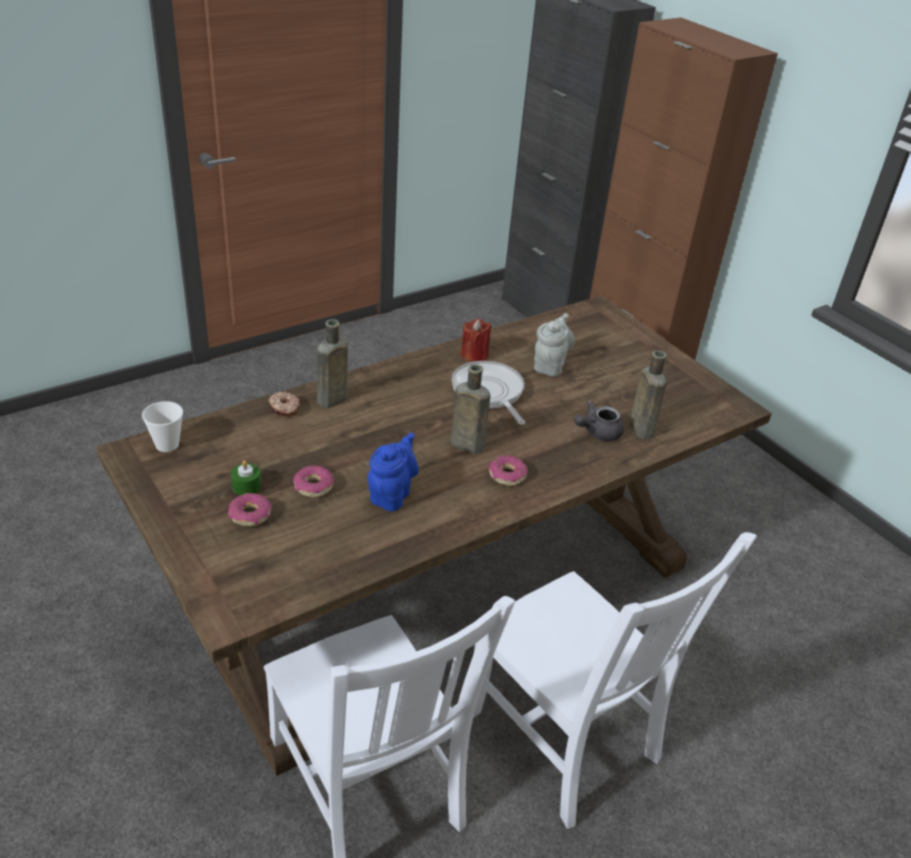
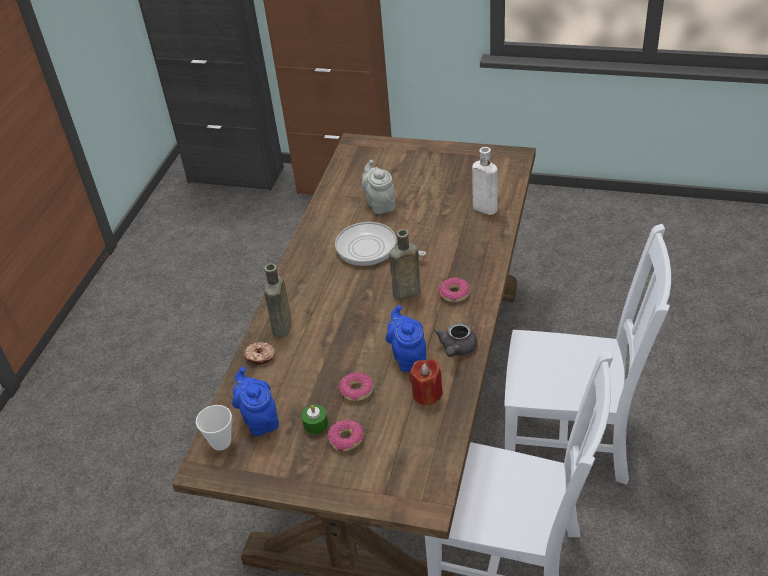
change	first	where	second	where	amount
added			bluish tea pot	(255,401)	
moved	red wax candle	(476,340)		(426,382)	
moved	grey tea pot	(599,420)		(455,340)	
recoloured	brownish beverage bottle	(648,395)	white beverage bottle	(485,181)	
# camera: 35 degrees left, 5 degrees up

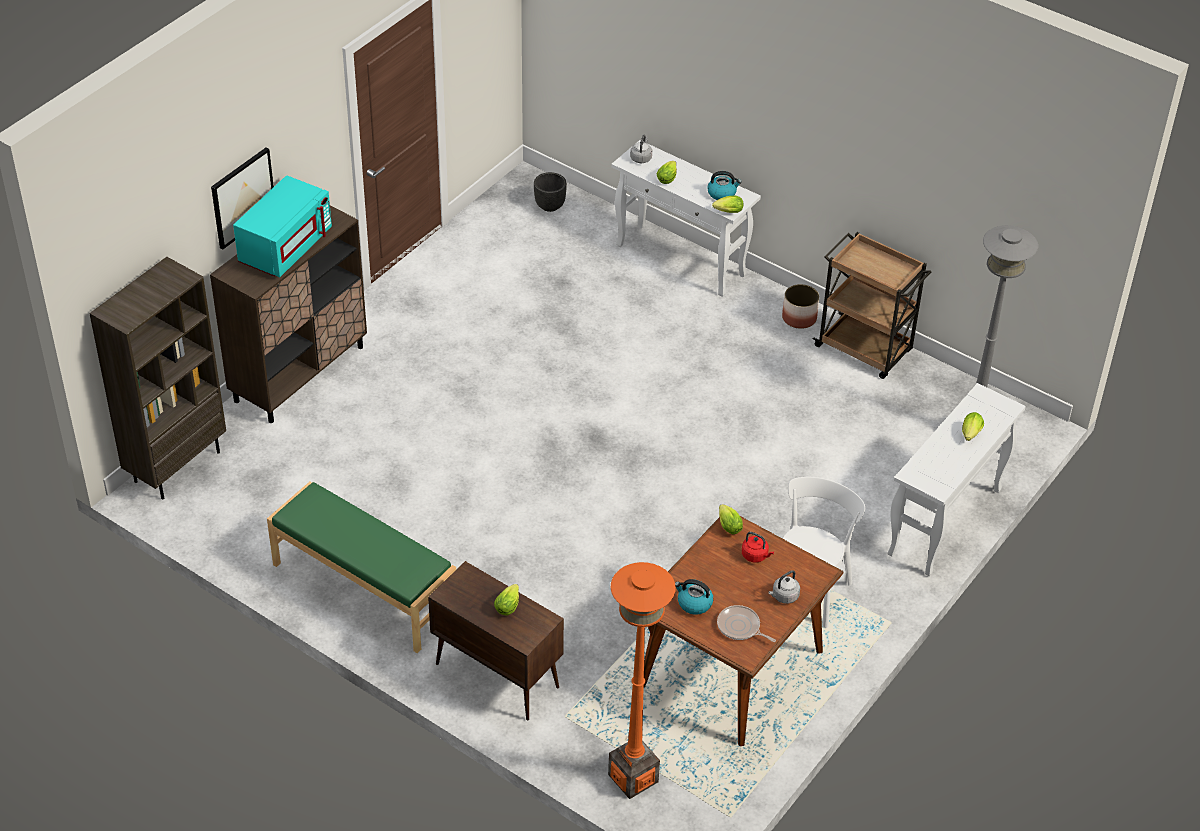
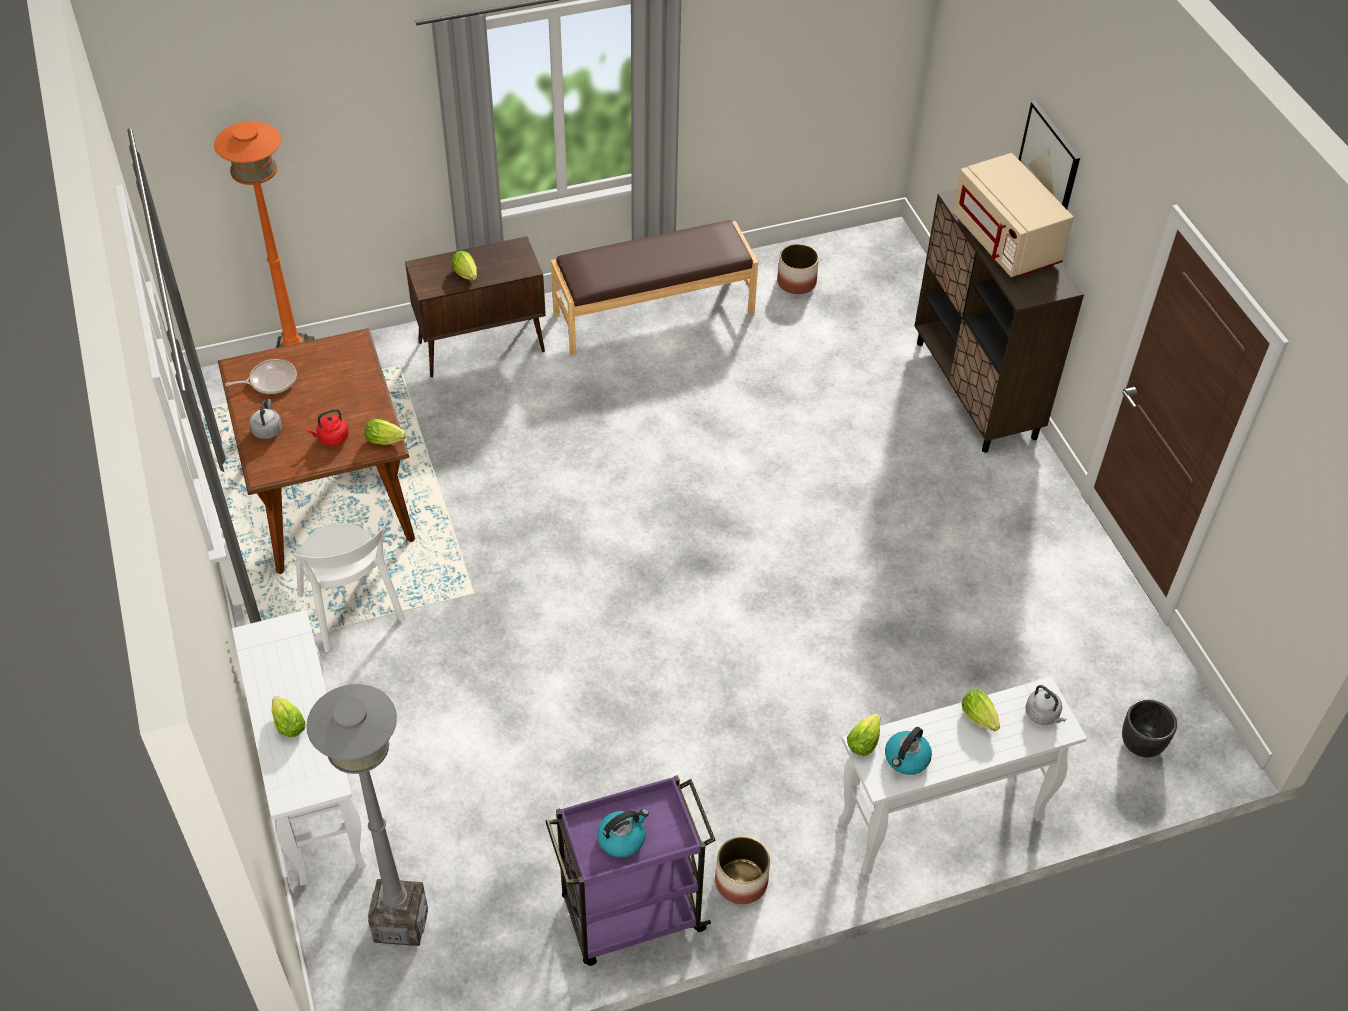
change	first	where	second	where	amount
recoloured	brownish cart	(872,305)	purple cart	(630,870)	
recoloured	green-coloured indoor bench	(361,567)	brownish indoor bench	(654,288)	
moved	tea kettle	(694,597)		(623,833)	
added			flower pot	(798,269)	
recoloured	turquoise-coloured kitchen microwave	(282,226)	sand-coloured kitchen microwave	(1012,215)	
removed	brownish bookshelf	(157,378)			
# camera: 125 degrees right, 5 degrees up

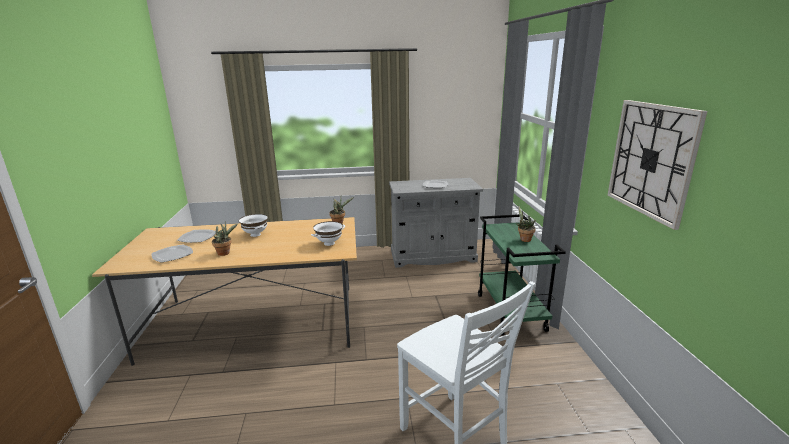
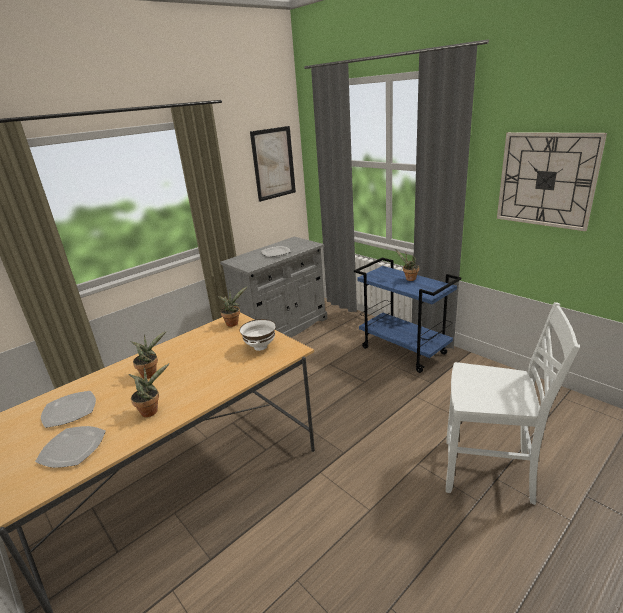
change	first	where	second	where	amount
replaced	white serving bowl	(253,225)	potted plant	(148,355)	
added			wall art	(273,164)	
recoloured	green-coloured cart	(522,275)	bluish cart	(407,315)	
# camera: 35 degrees left, 5 degrees up

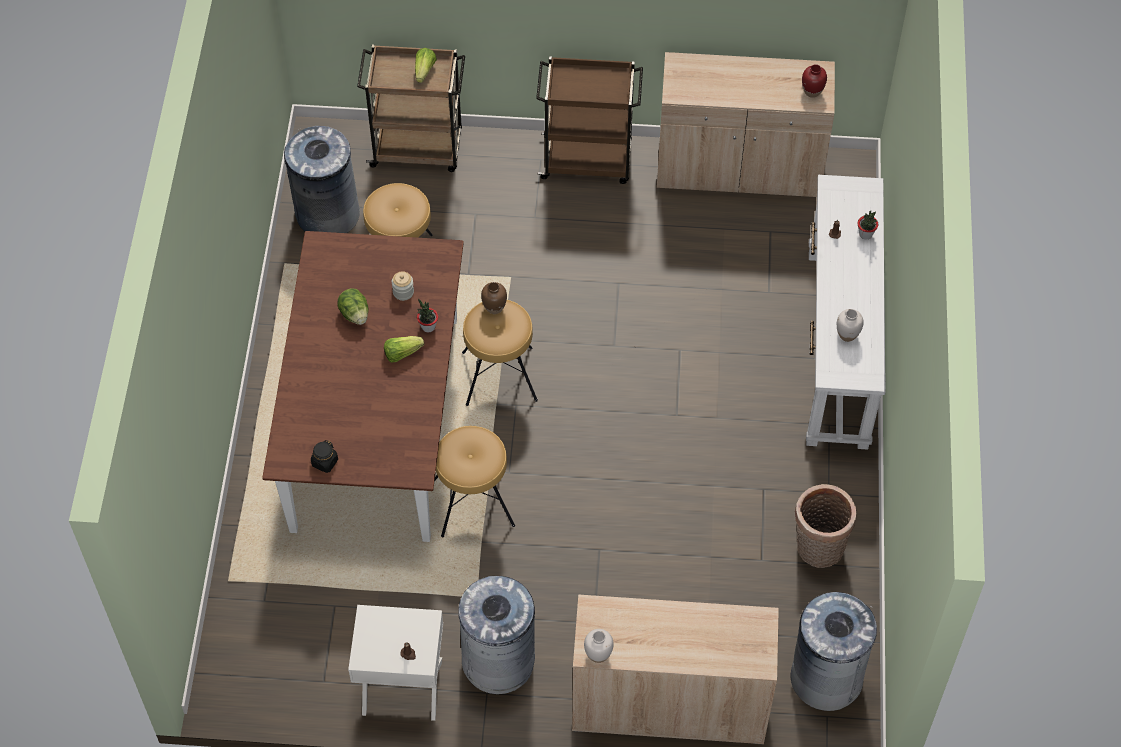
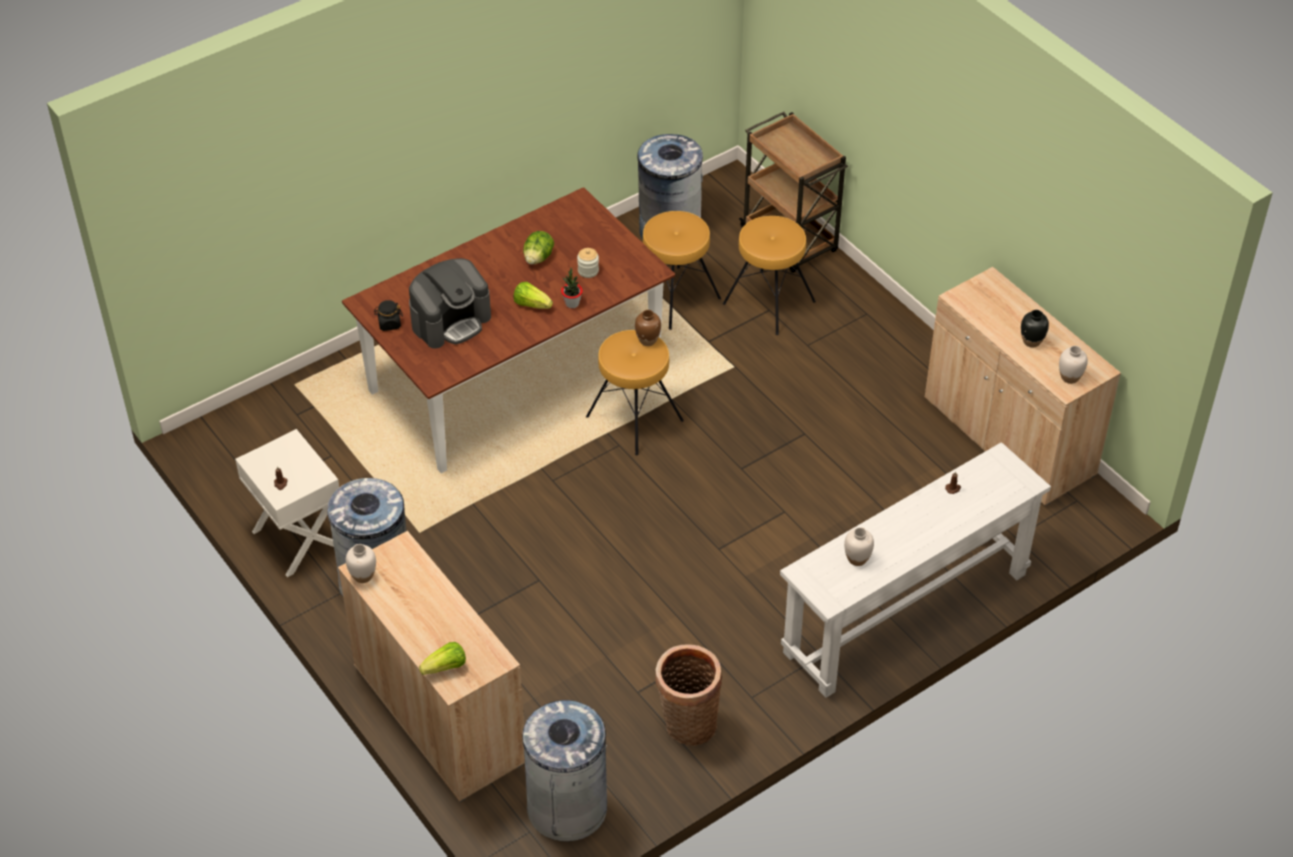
change	first	where	second	where	amount
added			coffee machine	(450,303)	
moved	lettuce head	(426,65)		(442,658)	
moved	brownish sitting stool	(475,481)		(769,275)	
added			blackish flower vase	(1035,329)	
recoloured	red flower vase	(814,81)	white flower vase	(1073,365)	
removed	brownish cart	(589,120)			
removed	potted plant	(868,225)			
# camera: 50 degrees right, 10 degrees down

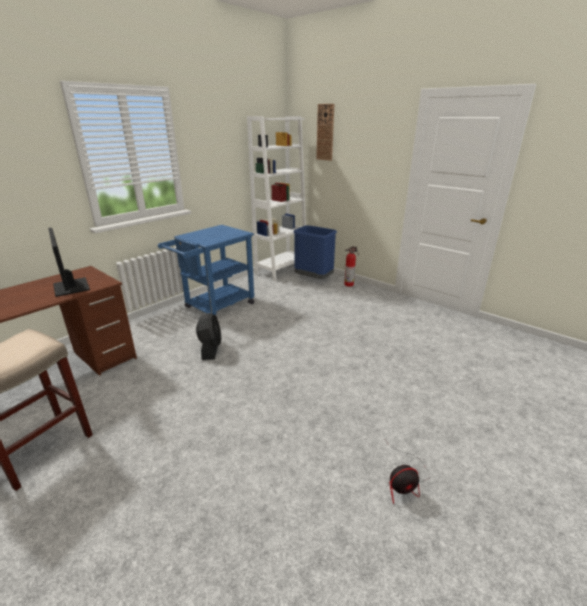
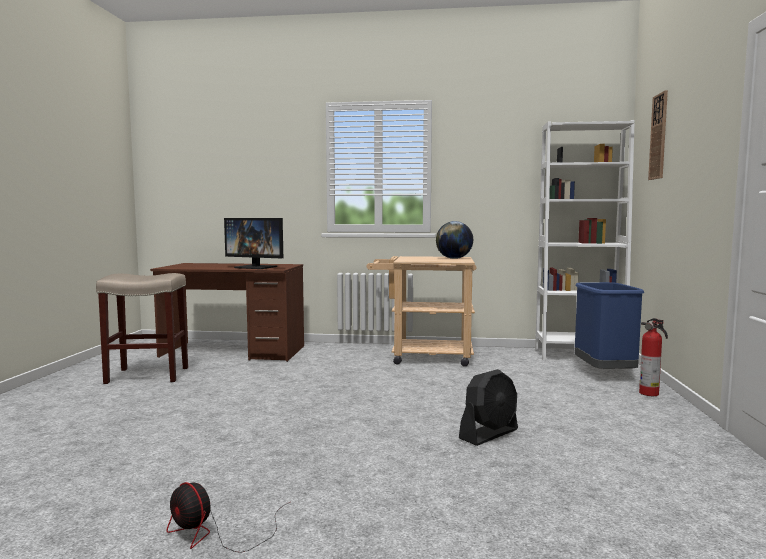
change	first	where	second	where	amount
turned	computer display	(69,262)		(253,243)	90 degrees counterclockwise
recoloured	bluish cart	(206,271)	sand-coloured cart	(421,311)	
added			desk globe	(454,240)	
moved	blackish cooling fan	(209,336)		(488,407)	
# camera: 55 degrees right, 20 degrees down

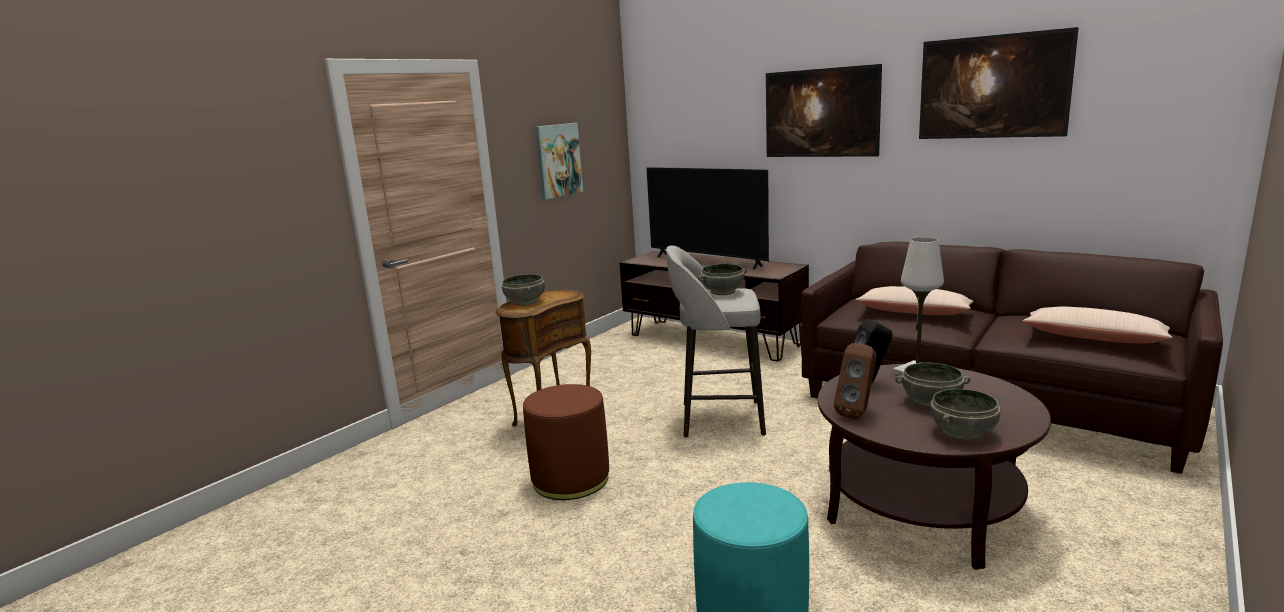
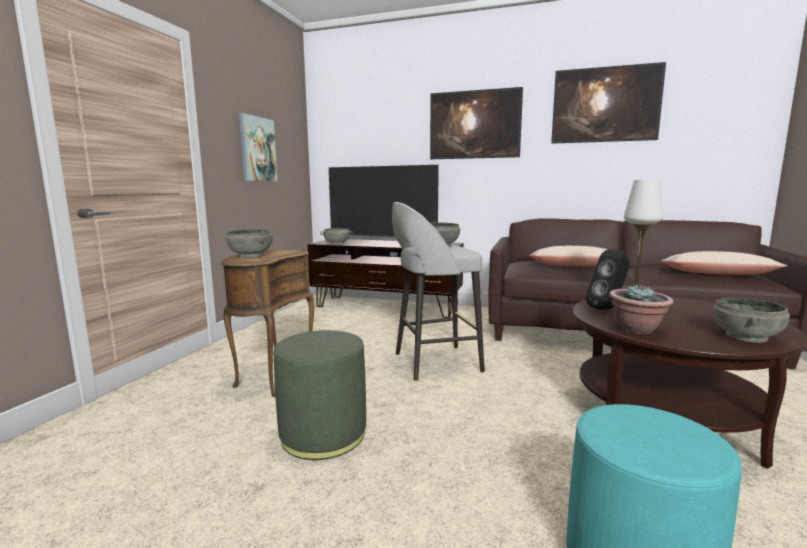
change	first	where	second	where	amount
recoloured	brownish pouffe	(566,442)	green-coloured pouffe	(320,395)	
moved	grey serving bowl	(932,385)		(336,236)	
replaced	brownish speaker	(855,381)	potted plant	(641,309)	
# camera: 20 degrees left, 5 degrees down

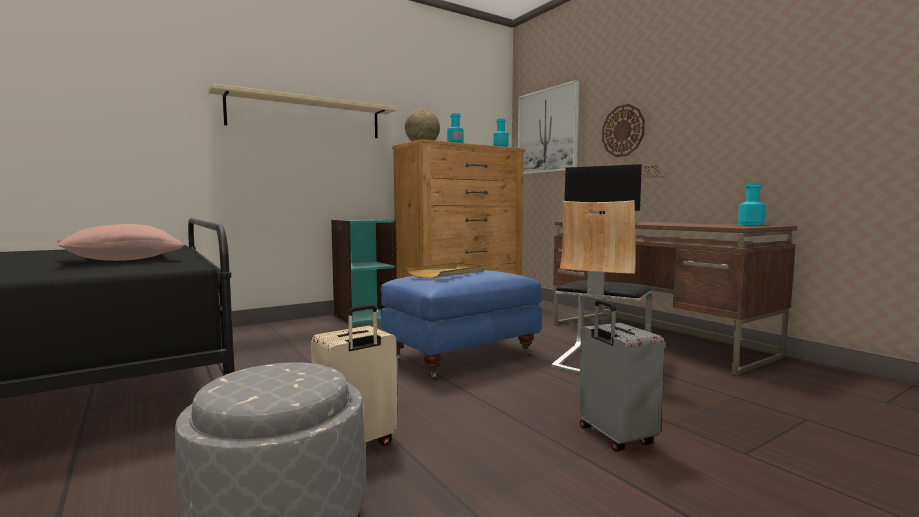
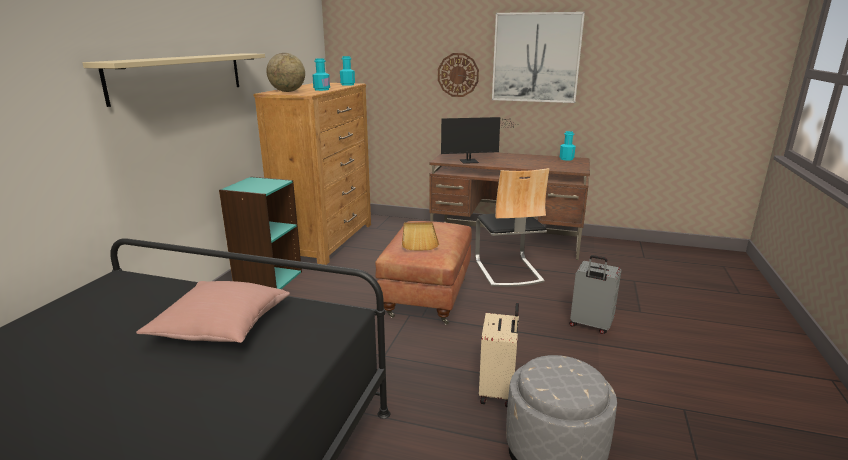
change	first	where	second	where	amount
recoloured	bluish pouffe	(461,324)	brownish pouffe	(423,273)	
moved	wall art	(548,127)		(538,57)	
# camera: 40 degrees left, 15 degrees up

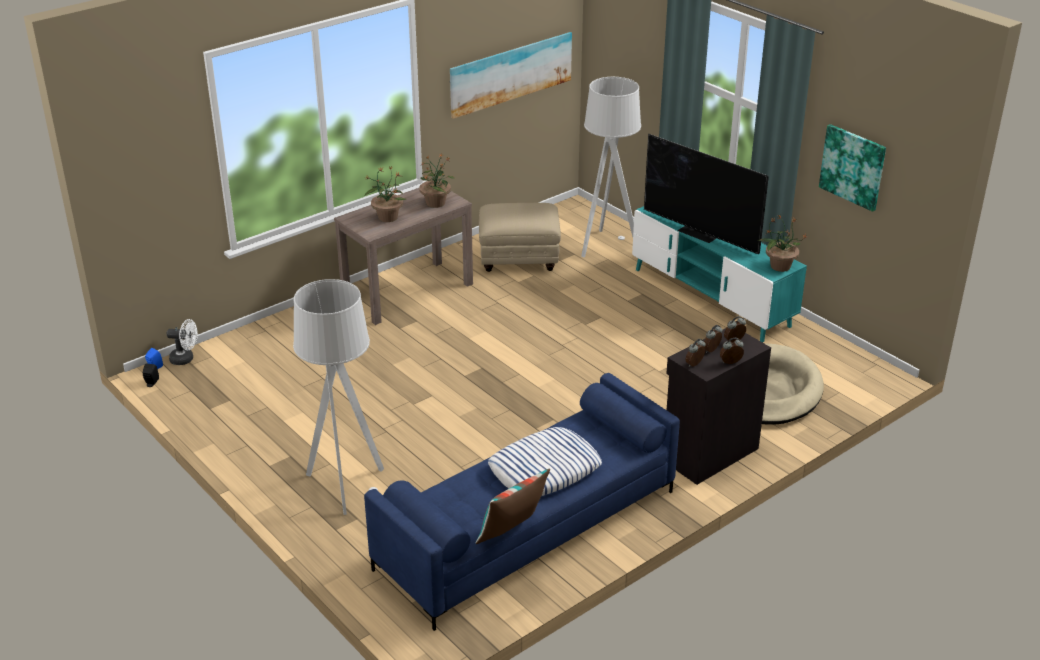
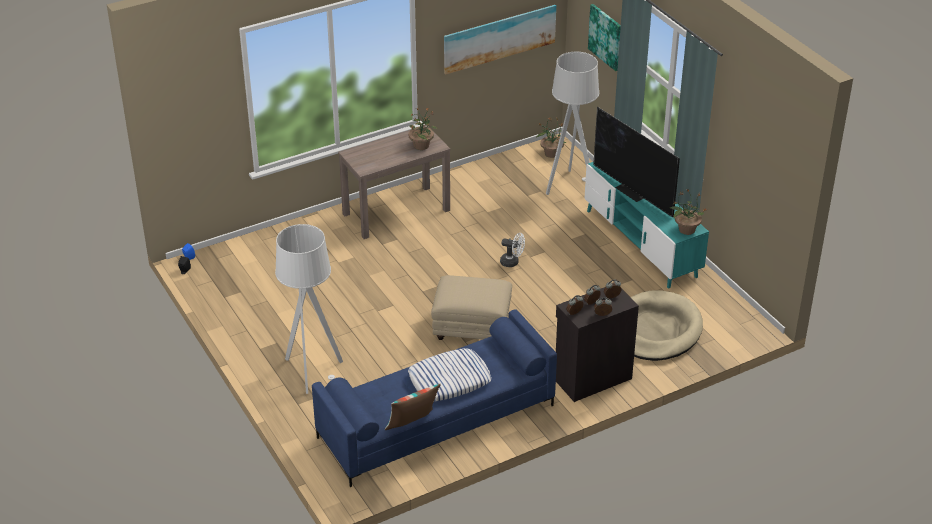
change	first	where	second	where	amount
moved	sand-coloured pouffe	(520,237)		(471,307)	
moved	white cooling fan	(182,342)		(512,250)	
moved	potted plant	(385,194)		(551,138)	
moved	wall art	(852,168)		(604,37)	
# camera: 10 degrees right, 5 degrees up

